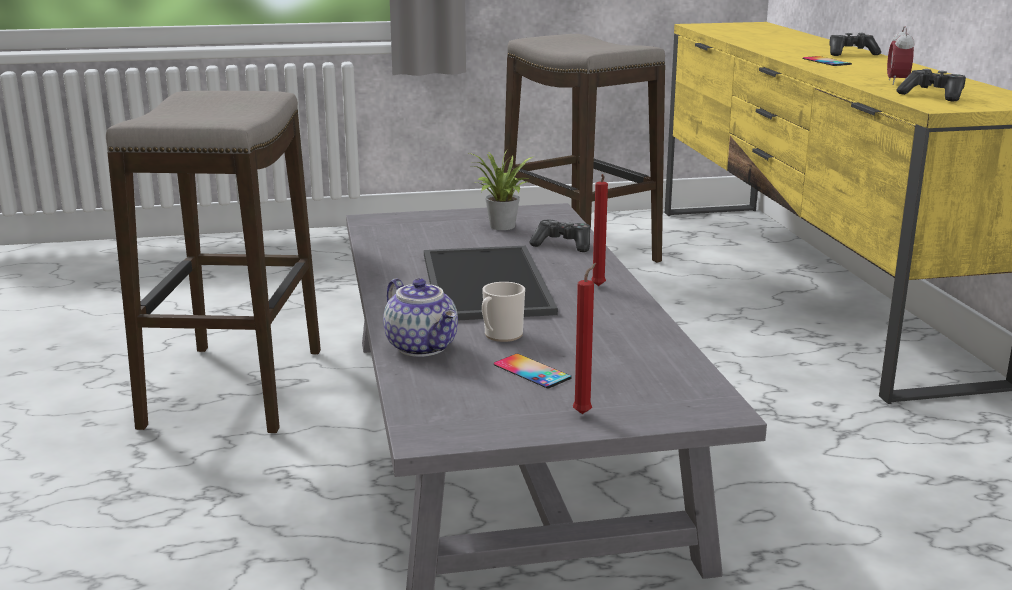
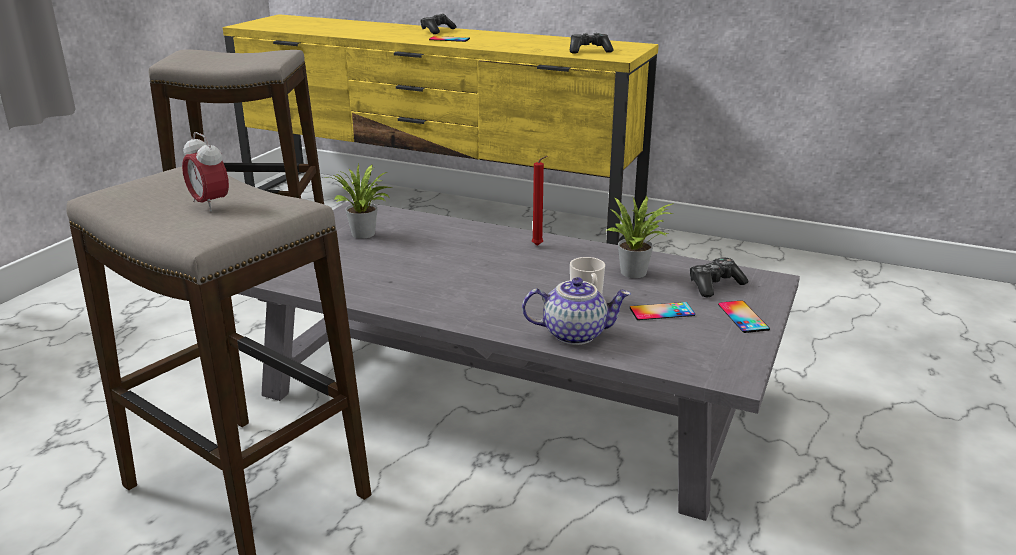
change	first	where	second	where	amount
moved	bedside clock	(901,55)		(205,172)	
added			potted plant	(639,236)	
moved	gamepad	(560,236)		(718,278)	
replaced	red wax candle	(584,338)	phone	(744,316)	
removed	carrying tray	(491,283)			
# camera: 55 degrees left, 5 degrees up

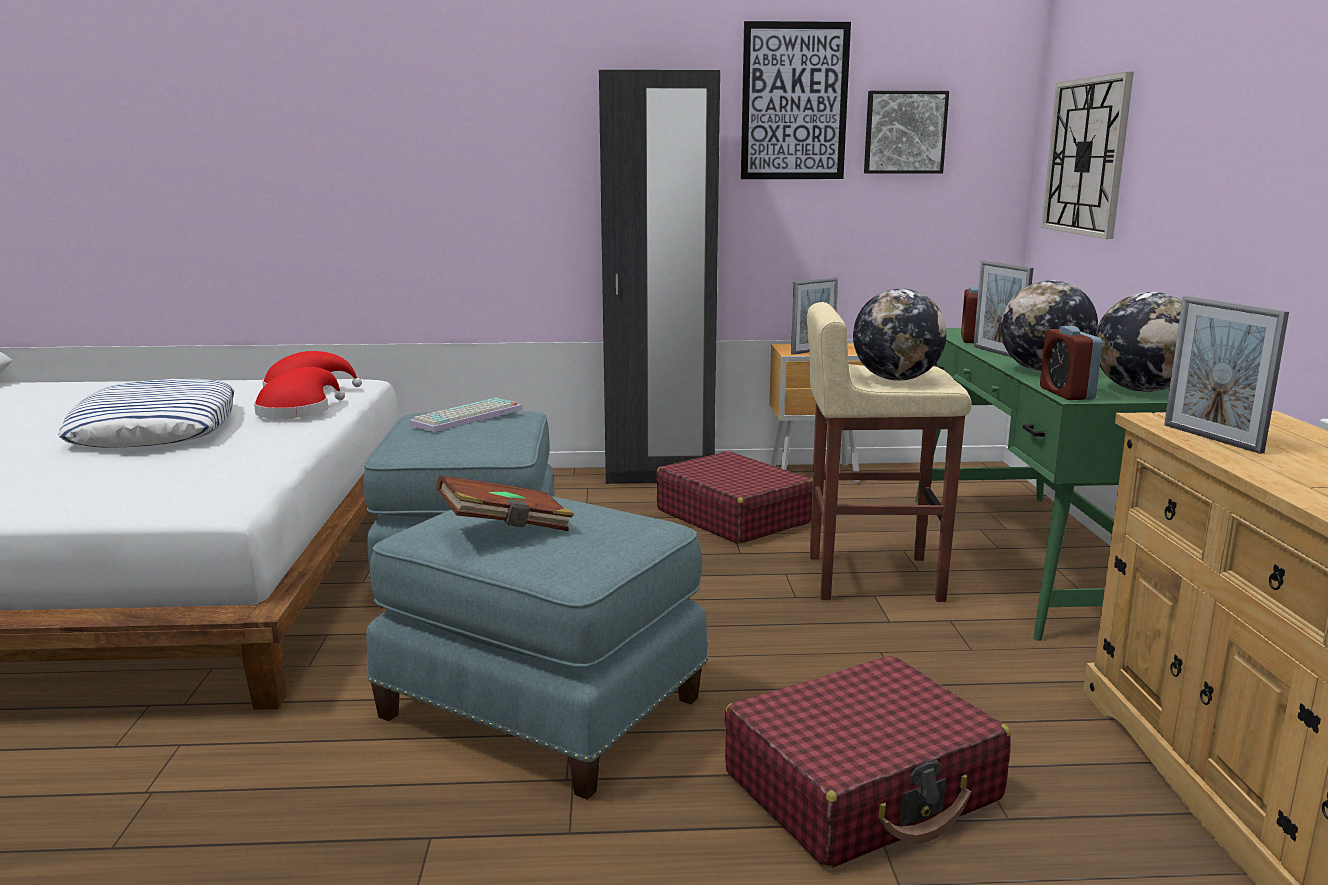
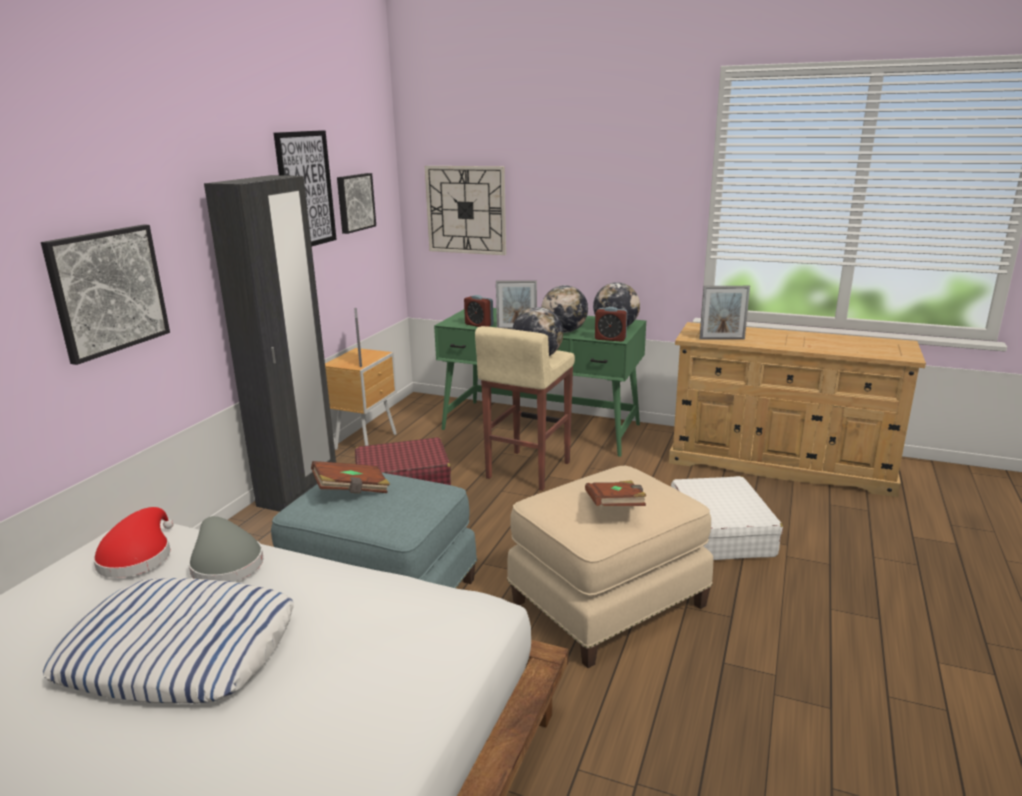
change	first	where	second	where	amount
added			wall art	(105,294)	
recoloured	red wearable hat	(299,393)	grey wearable hat	(226,549)	
replaced	keyboard	(466,415)	brownish bound book	(350,477)	
recoloured	bluish pouffe	(537,648)	sand-coloured pouffe	(610,567)	
recoloured	red suitcase	(867,762)	white suitcase	(727,518)	
# camera: 65 degrees left, 5 degrees up

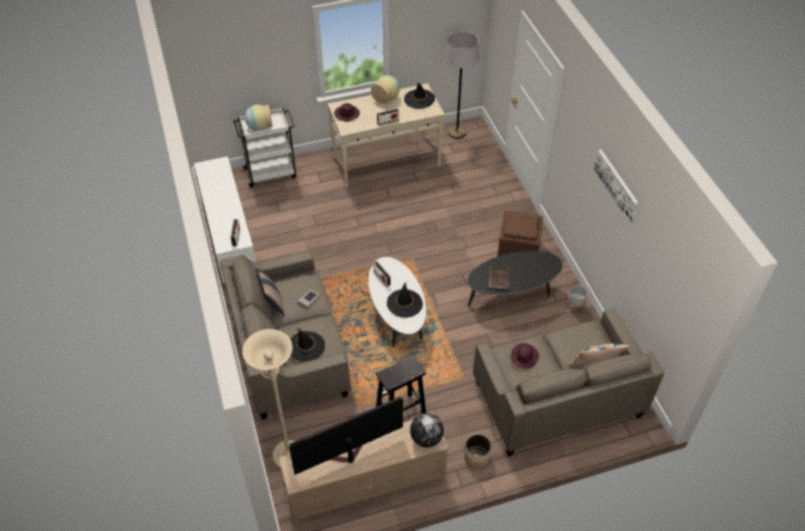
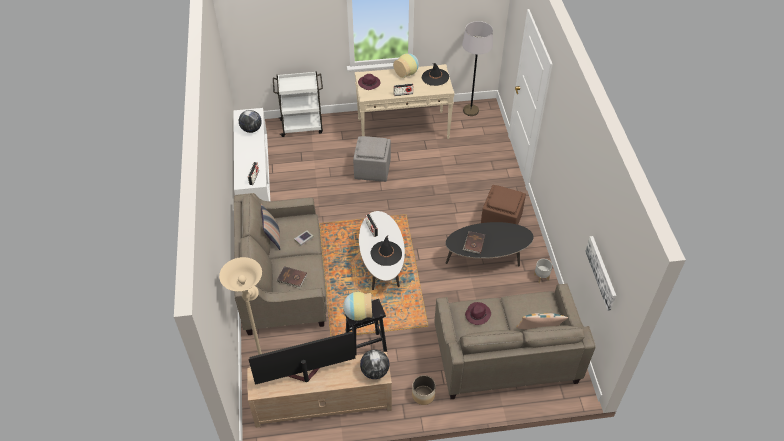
change	first	where	second	where	amount
added			desk globe	(250,121)	
replaced	blackish wearable hat	(307,345)	brownish bound book	(292,277)	
moved	flower vase	(259,118)		(357,306)	
added			grey pouffe	(372,159)	
moved	wall art	(616,185)		(600,273)	
# camera: 10 degrees right, 0 degrees up

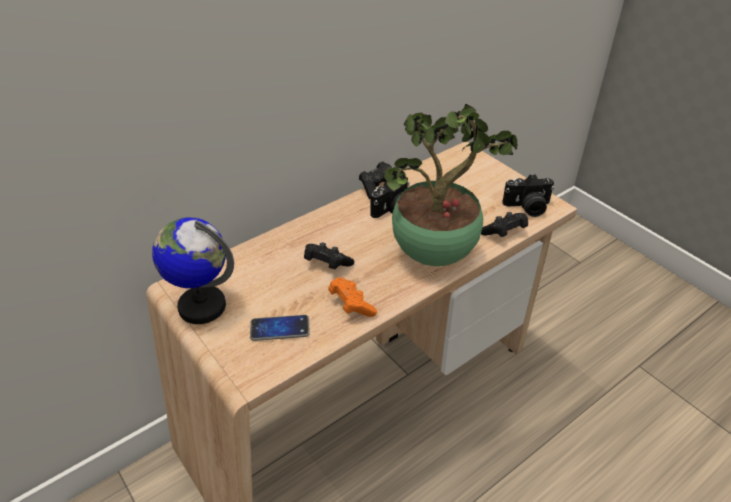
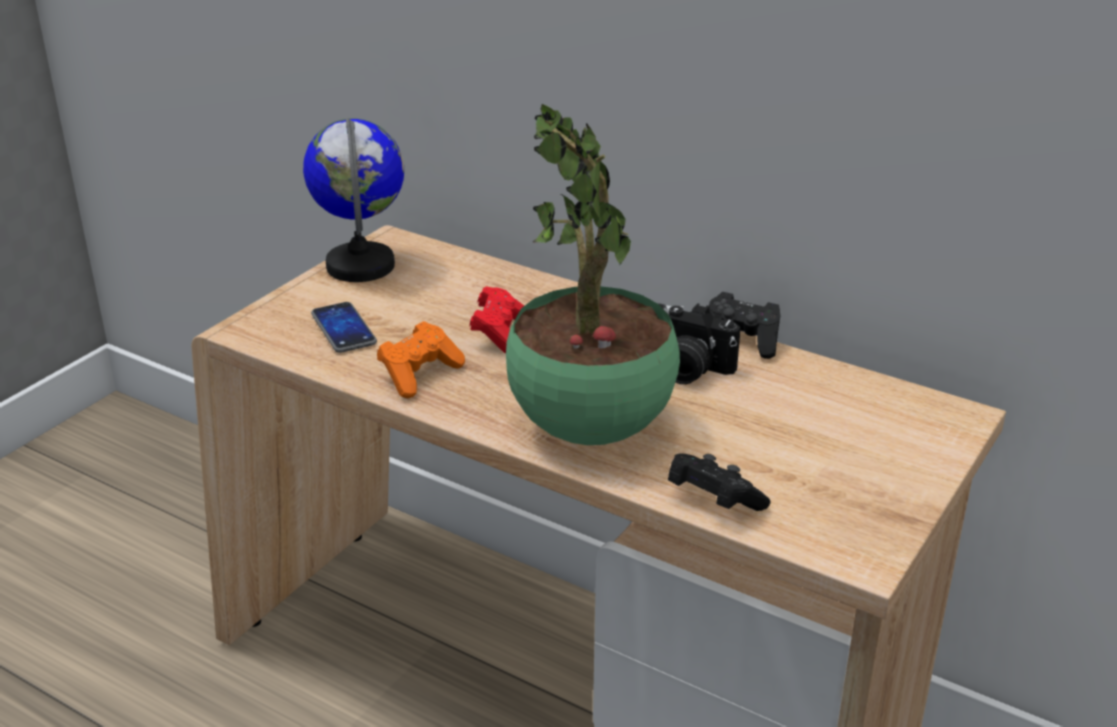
change	first	where	second	where	amount
recoloured	blackish gamepad	(329,256)	red gamepad	(496,319)	
removed	photo camera	(528,195)			
# camera: 70 degrees right, 10 degrees down

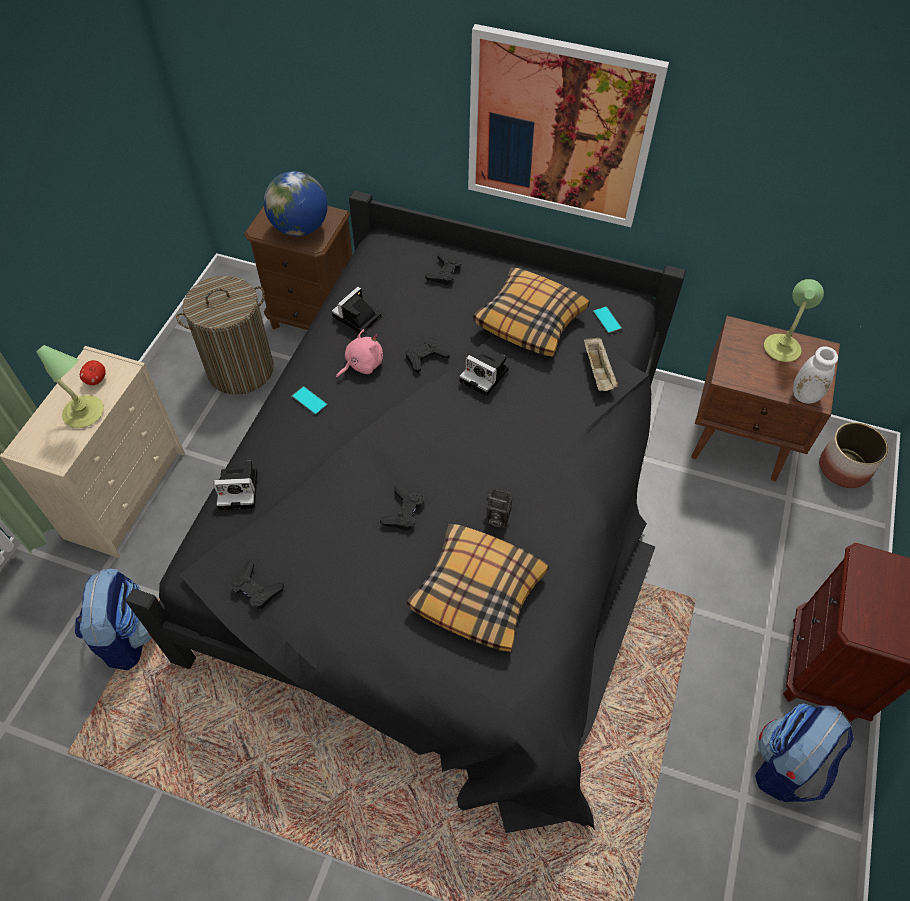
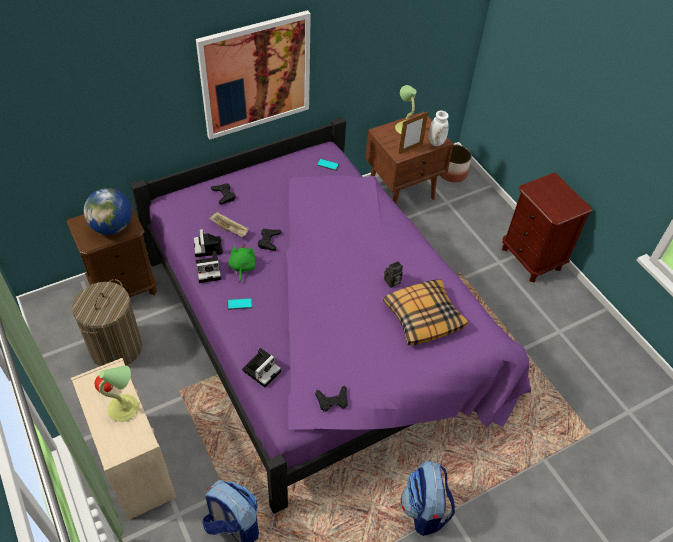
change	first	where	second	where	amount
recoloured	blackish bed	(405,512)	purple bed	(330,315)	
moved	photo camera	(484,374)		(208,267)	
moved	sand-coloured carrying tray	(601,364)		(229,224)	
recoloured	pink cuddly toy	(359,353)	green-coloured cuddly toy	(242,263)	
added			picture frame	(413,133)	
moved	rucksack	(804,752)		(428,498)	
removed	blackish gamepad	(402,508)			
removed	pillow	(531,311)			
# camera: 50 degrees left, 5 degrees down

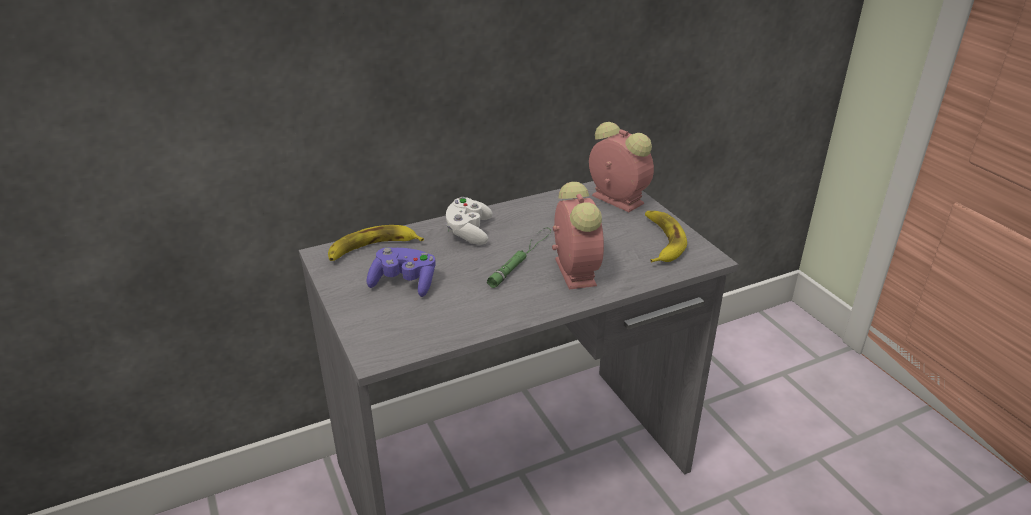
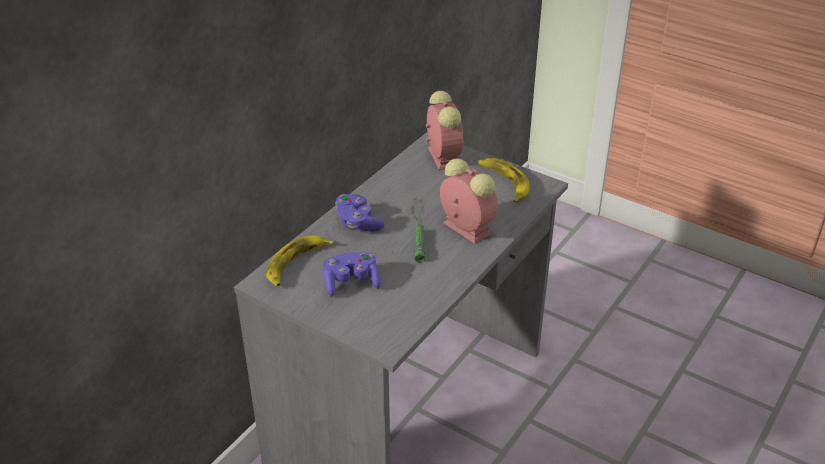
change	first	where	second	where	amount
recoloured	white gamepad	(469,221)	purple gamepad	(360,213)	
turned	bedside clock	(621,167)		(444,130)	60 degrees clockwise
# camera: 30 degrees left, 5 degrees up

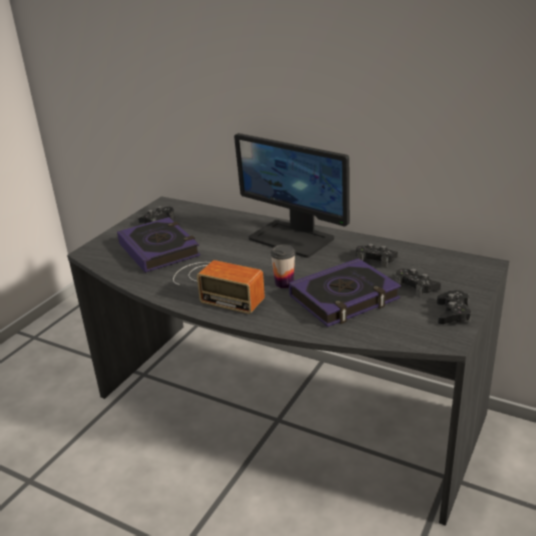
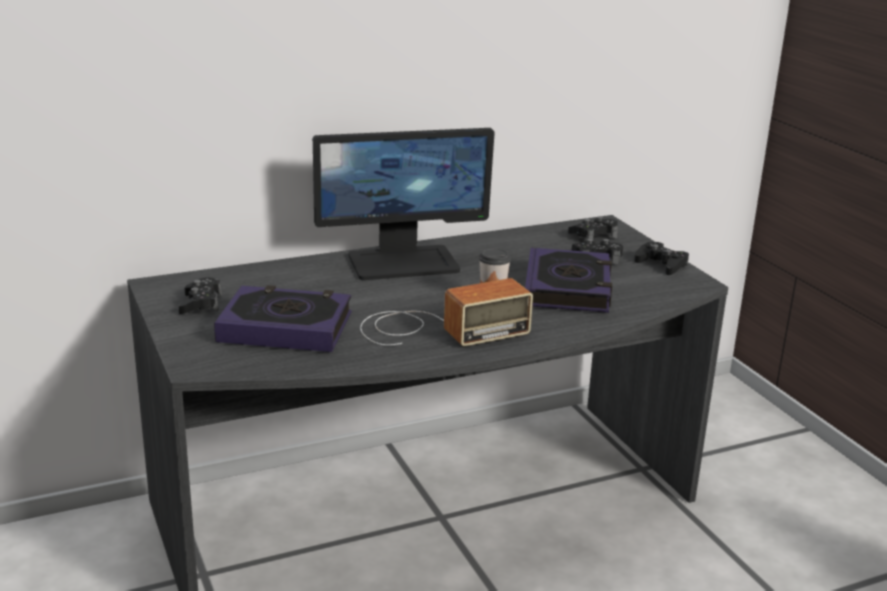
change	first	where	second	where	amount
moved	blackish gamepad	(377,255)		(593,228)	
# camera: 55 degrees left, 5 degrees down

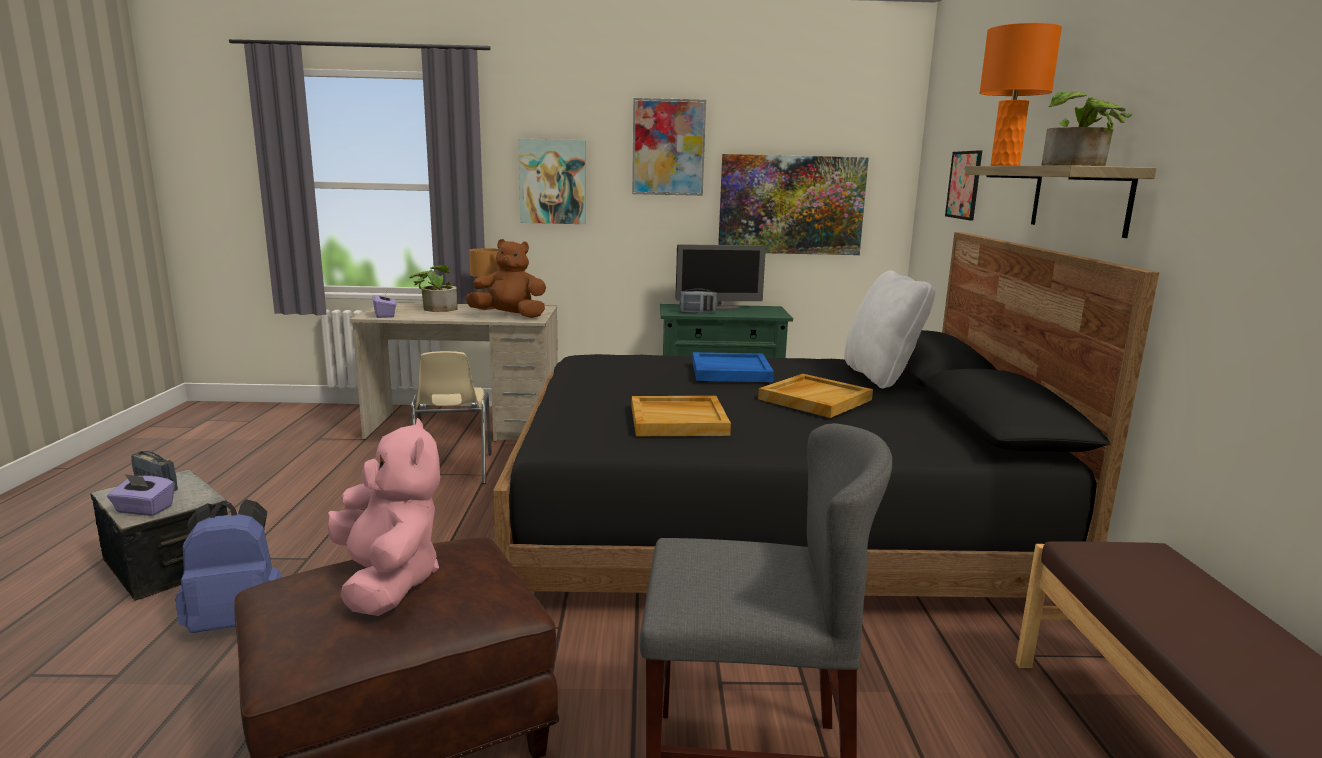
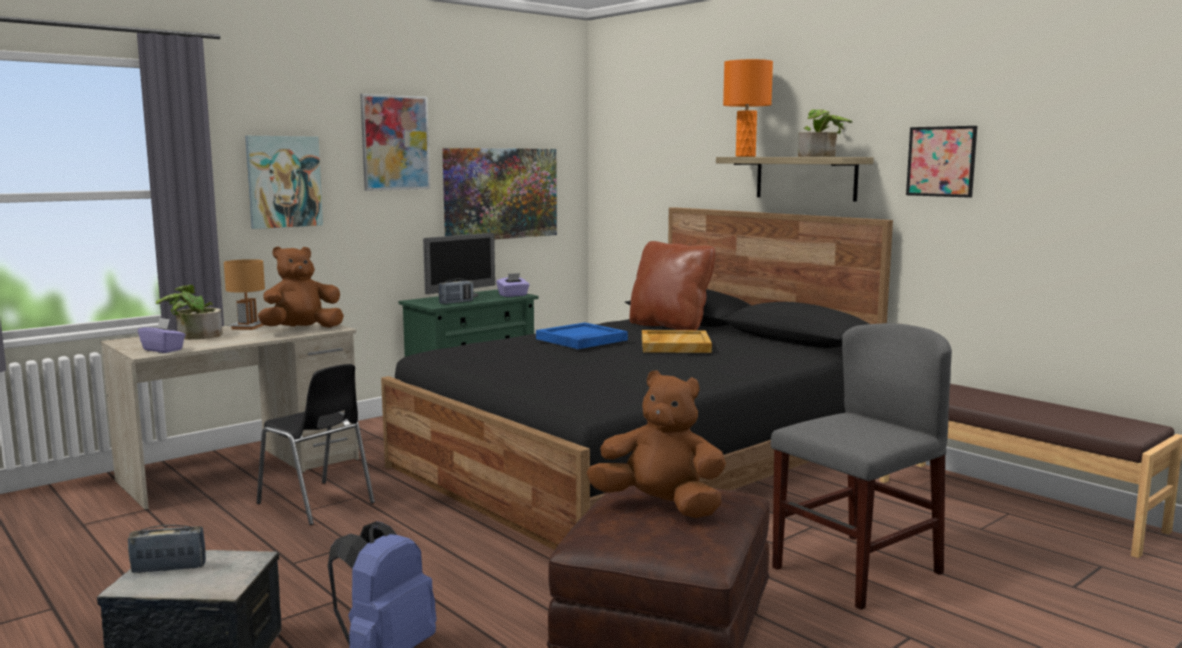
change	first	where	second	where	amount
recoloured	sand-coloured upright chair	(451,417)	blackish upright chair	(316,444)	
moved	purple box of tissues	(141,495)		(513,285)	
recoloured	pink cuddly toy	(383,517)	brownish cuddly toy	(656,444)	
recoloured	white pillow	(889,329)	brownish pillow	(672,285)	
moved	wall art	(963,185)		(941,162)	
removed	sand-coloured carrying tray	(681,416)			
# camera: 40 degrees left, 5 degrees down

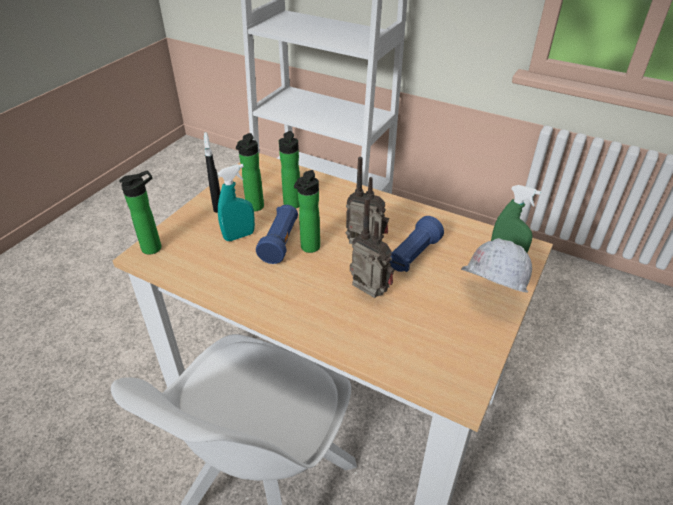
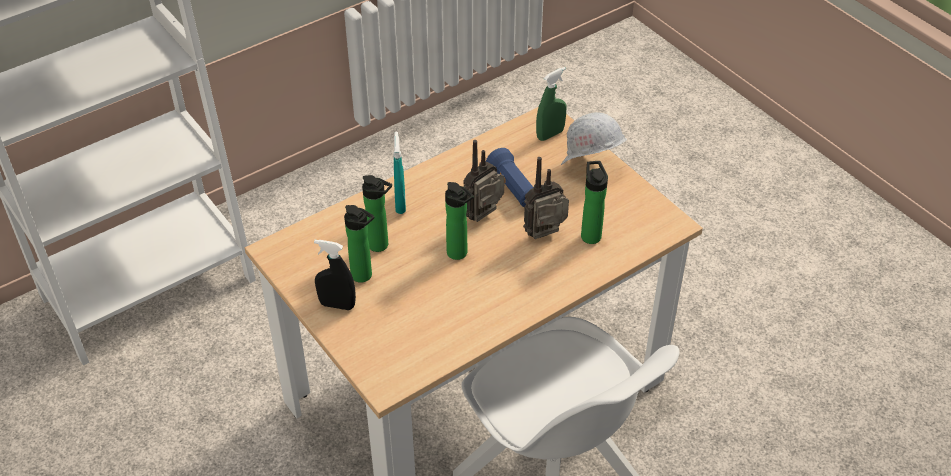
change	first	where	second	where	amount
moved	turquoise-coloured hand sprayer	(236,202)		(400,173)	
moved	beverage bottle	(140,212)		(594,202)	
removed	bluish hand torch	(277,234)			
# camera: 65 degrees left, 5 degrees up

